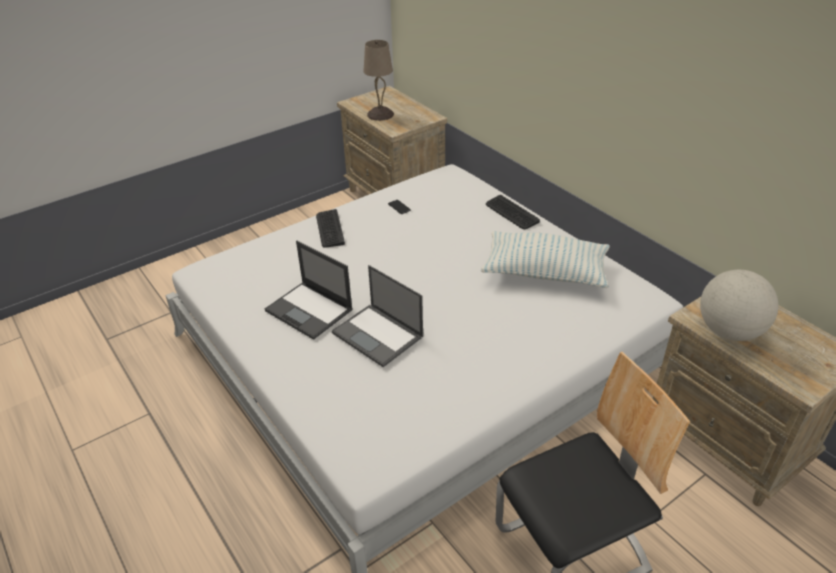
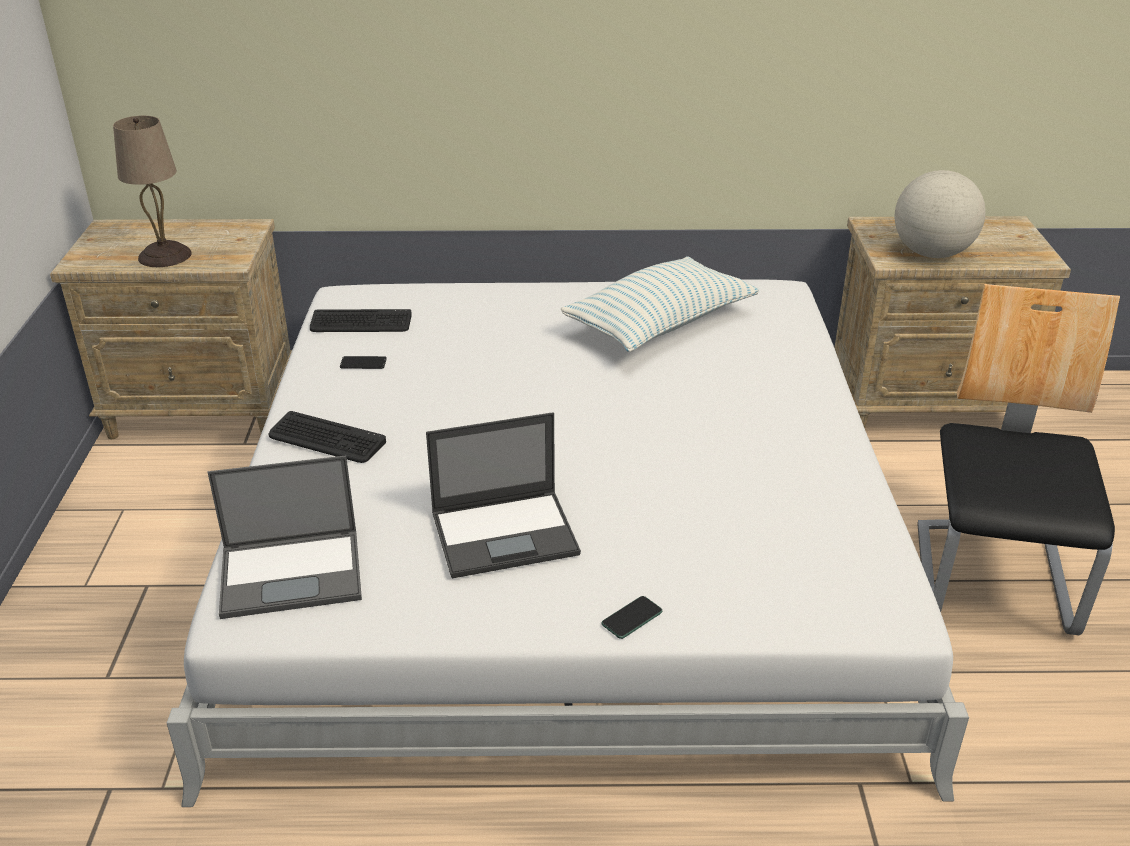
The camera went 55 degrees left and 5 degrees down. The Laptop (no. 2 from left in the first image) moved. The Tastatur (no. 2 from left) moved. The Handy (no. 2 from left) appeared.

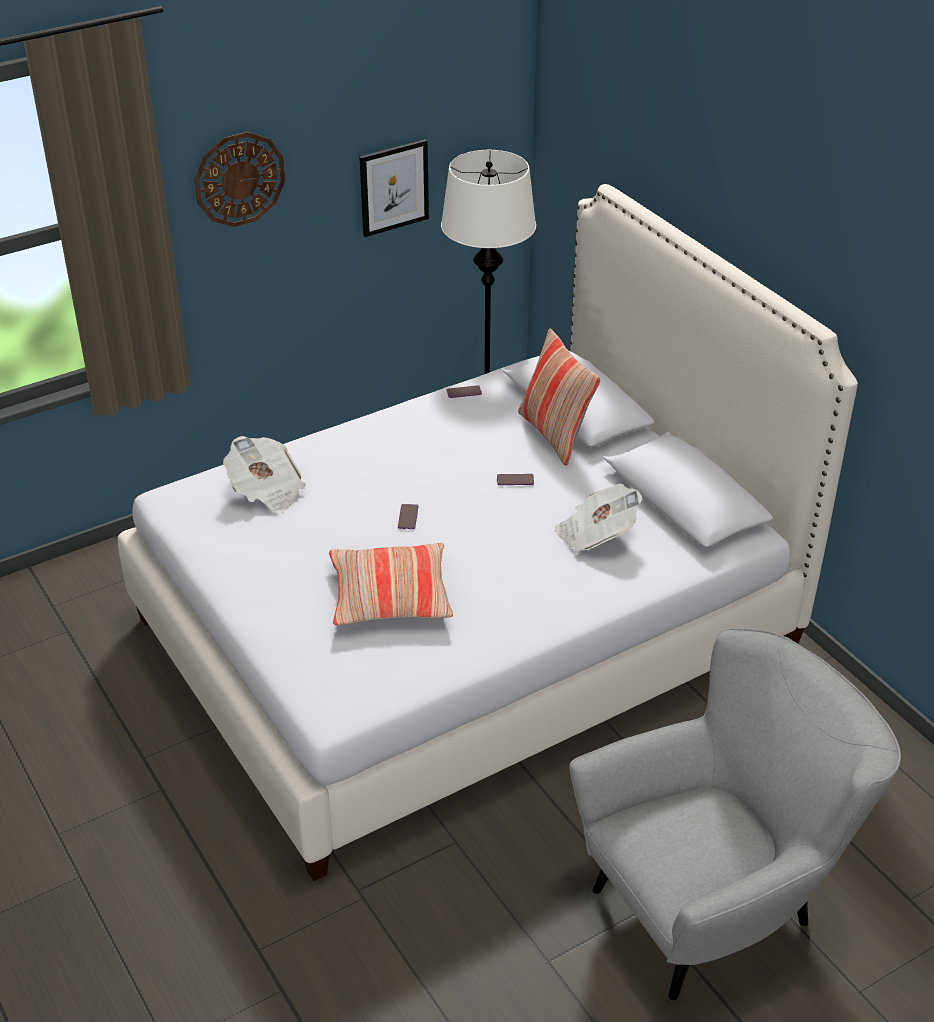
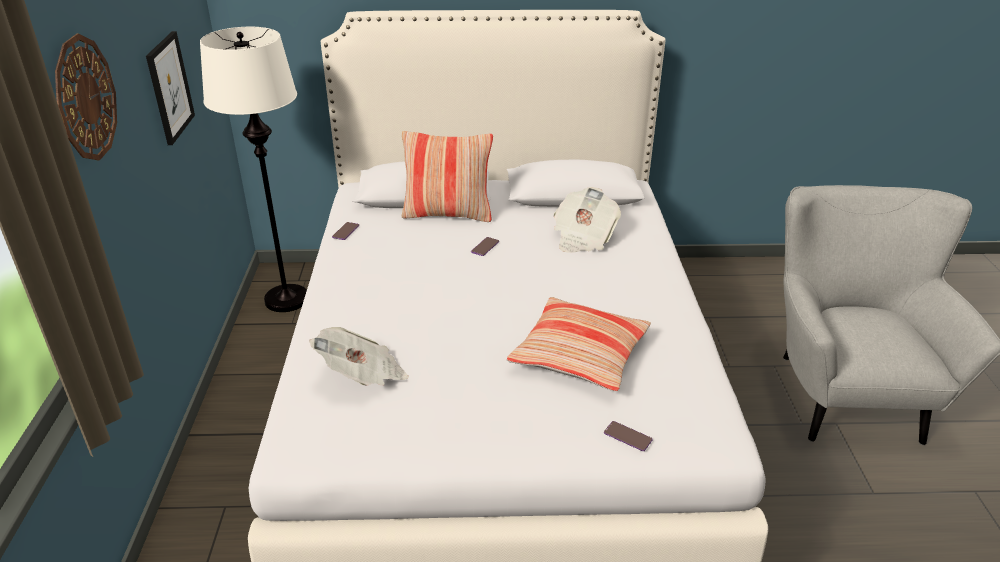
The camera went 60 degrees left and 5 degrees down. The Handy (no. 1 from left in the first image) moved.

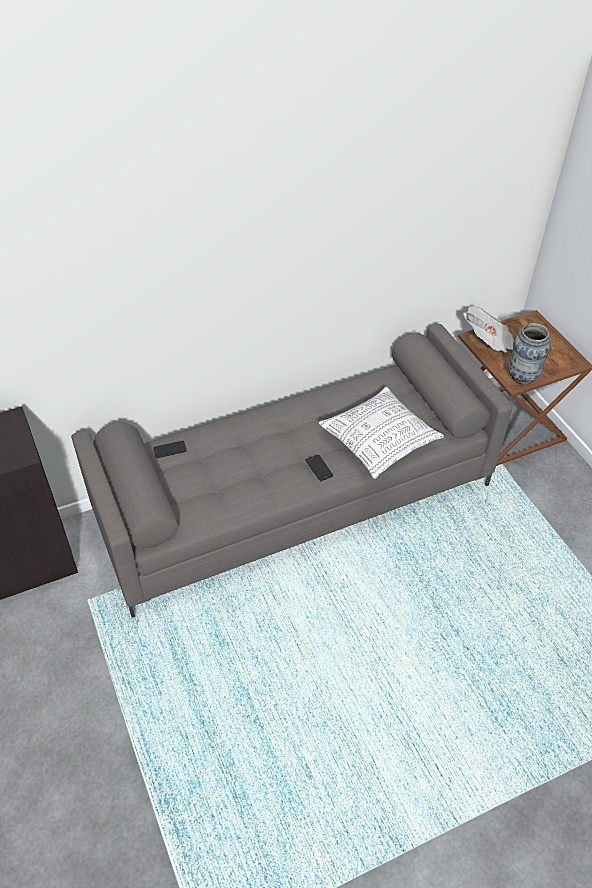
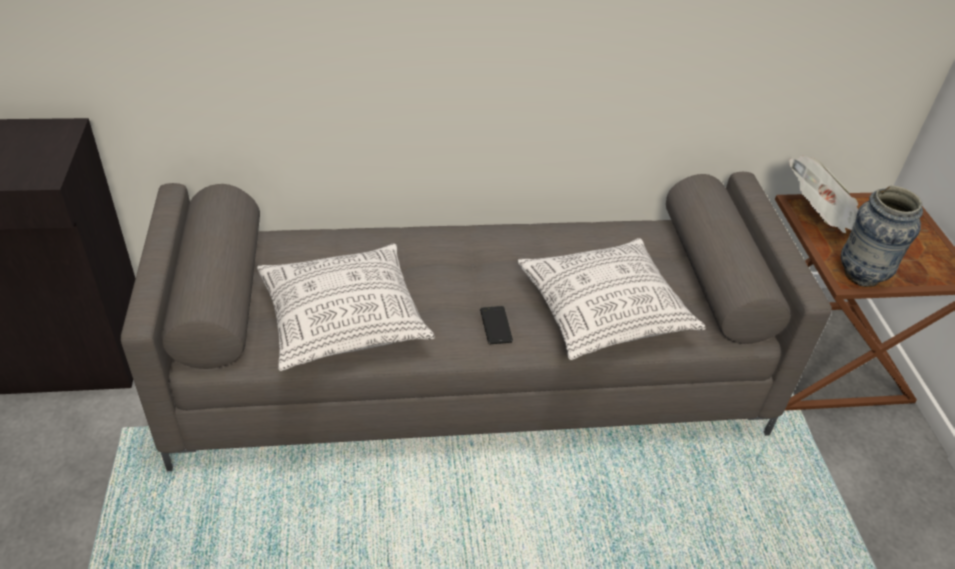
The camera went 15 degrees right and 5 degrees down. The Handy (no. 1 from left) disappeared. The Kissen (no. 1 from left) appeared.

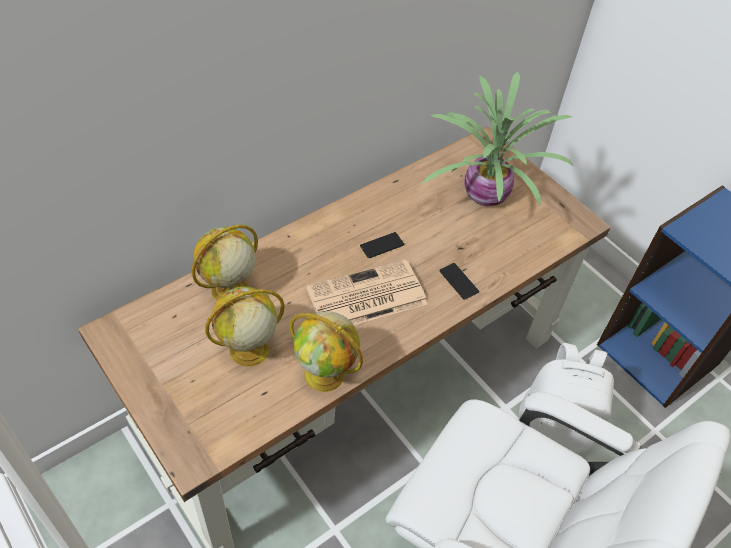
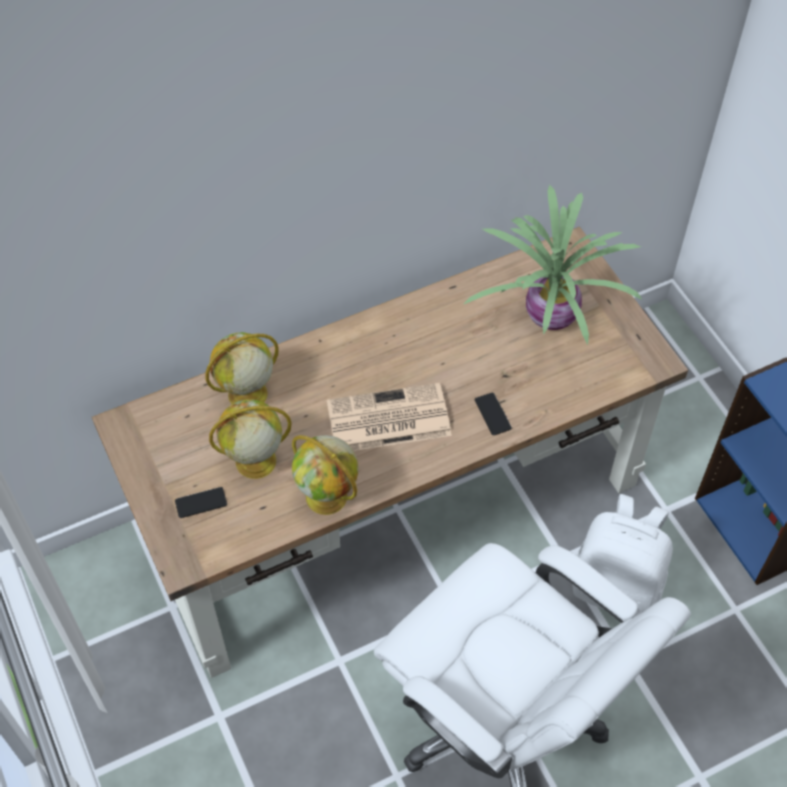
The camera went 15 degrees right and 5 degrees up. The Handy (no. 1 from left) moved.

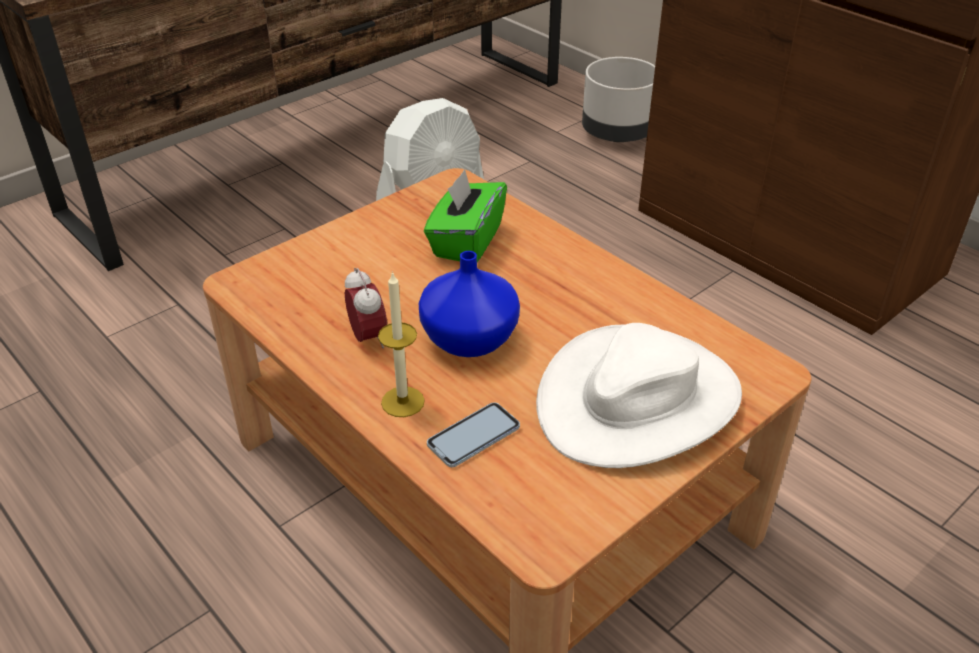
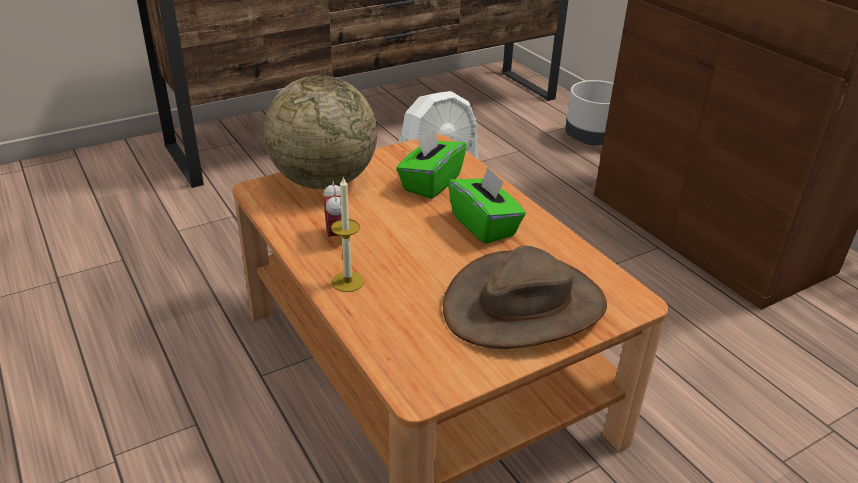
The camera went 10 degrees right and 5 degrees down. The Vase/blau disappeared. The Handy disappeared. The Hut/weiß became the Hut/braun. The Globus appeared. The Taschentuchbox/grün (no. 2 from left) appeared.

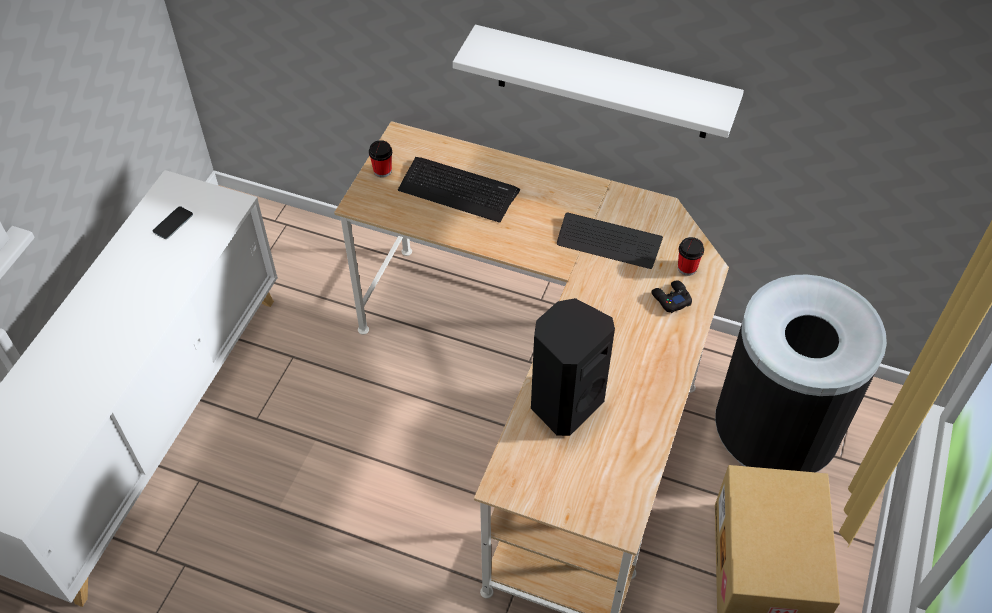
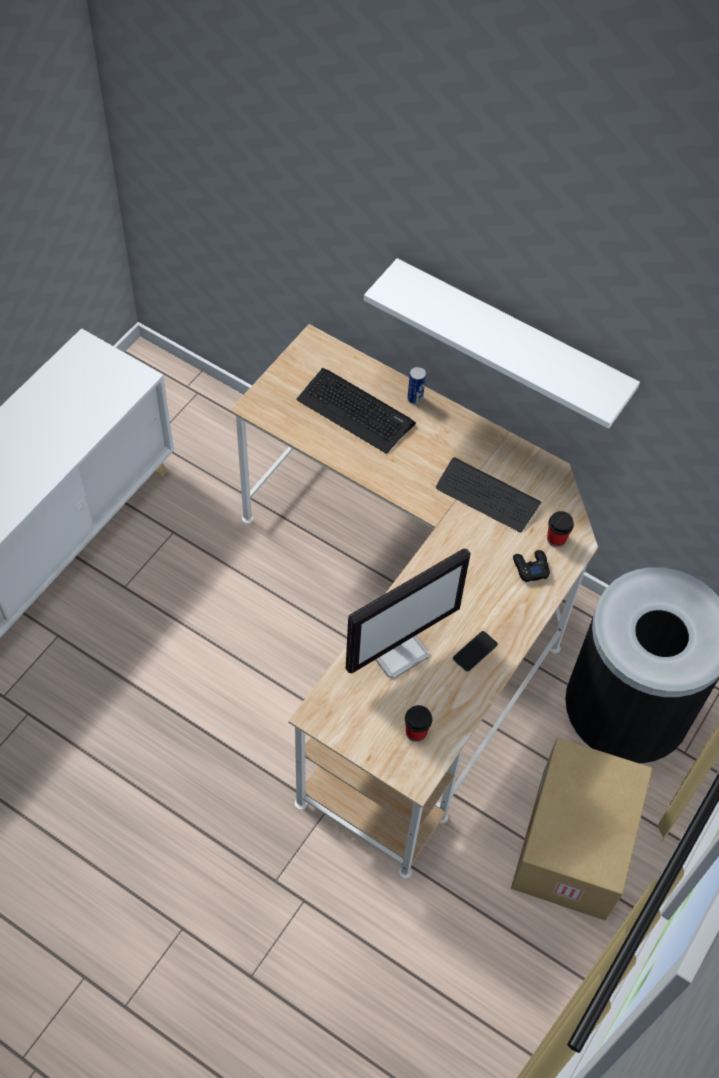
The camera went 10 degrees right and 5 degrees up. The Handy moved. The Tasse (no. 1 from left) moved. The Lautsprecher/schwarz was replaced by the Monitor. The Dose appeared.

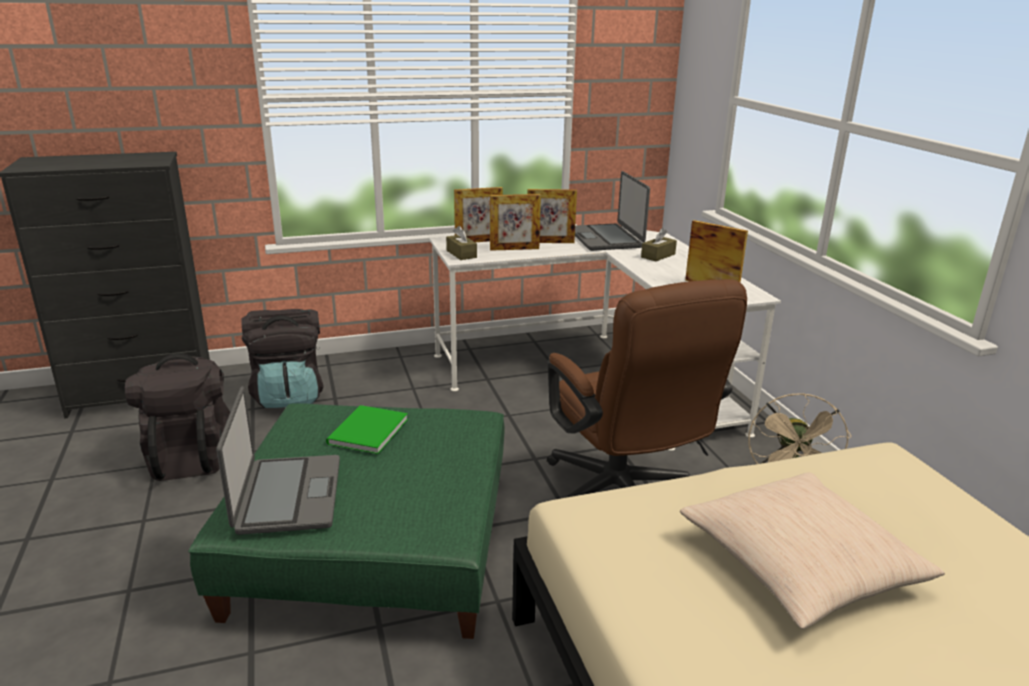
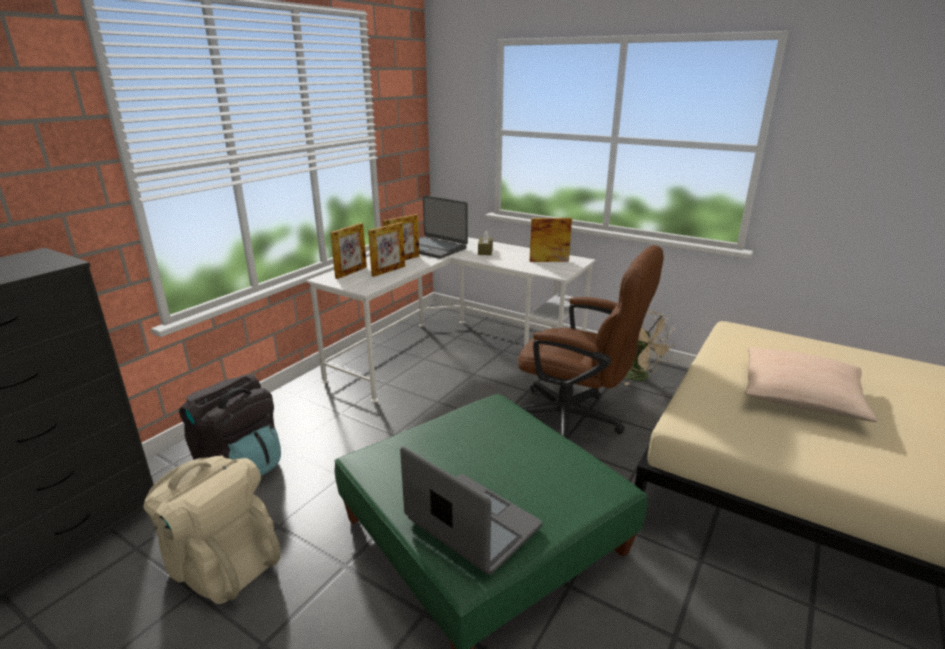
The camera went 40 degrees left and 0 degrees up. The Rucksack/schwarz (no. 1 from left) became the Rucksack/beige. The Buch/grün disappeared. The Taschentuchbox/braun (no. 1 from left) disappeared.

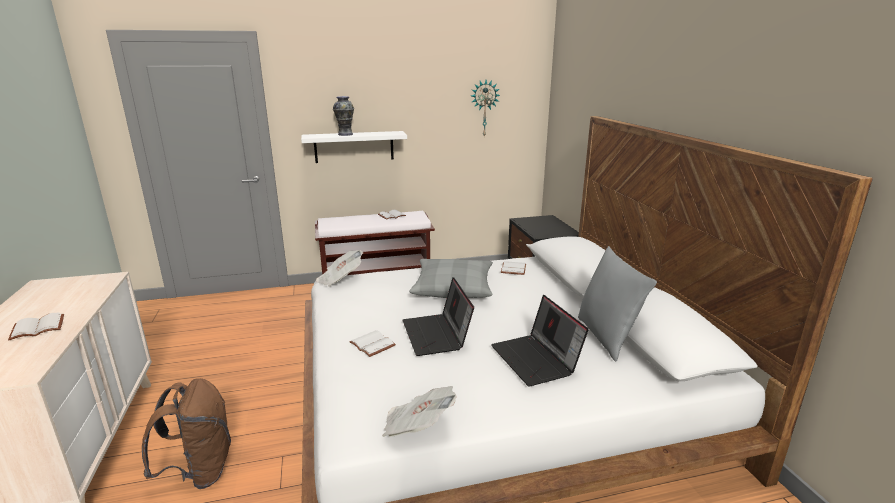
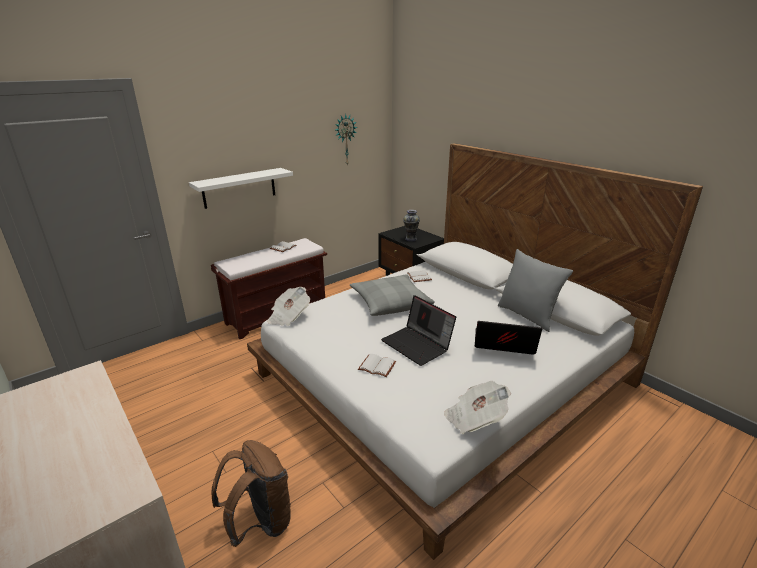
The camera went 25 degrees left and 5 degrees up. The Buch/weiß (no. 1 from left) disappeared. The Vase moved. The Laptop (no. 2 from left) turned 150 degrees clockwise.

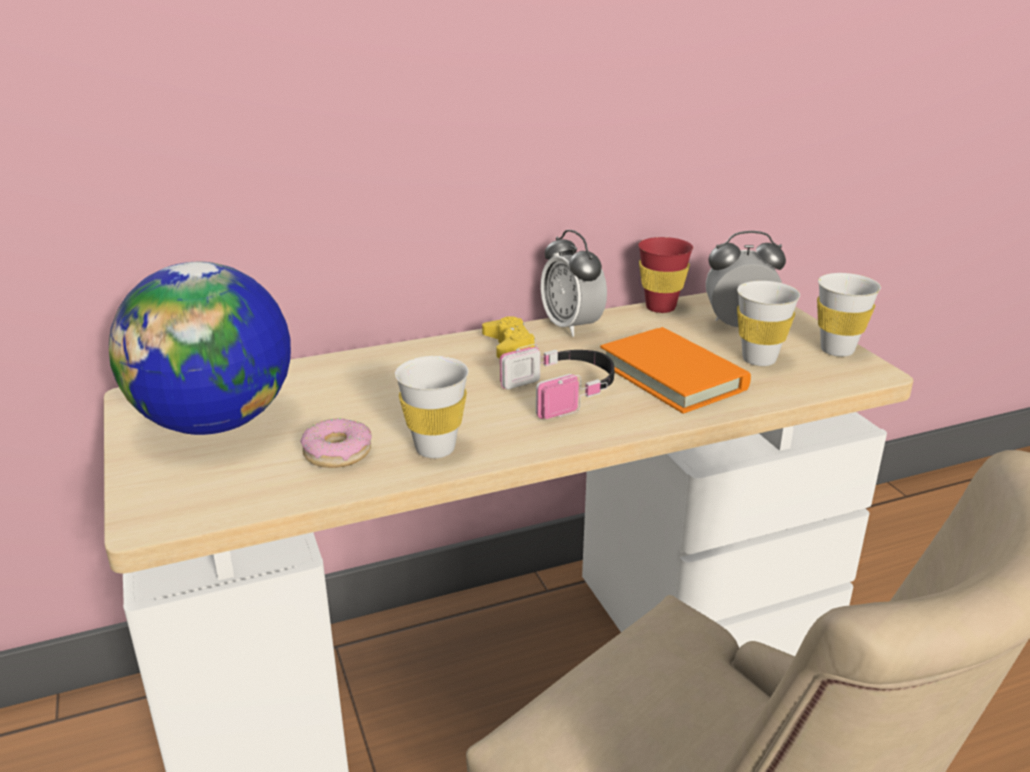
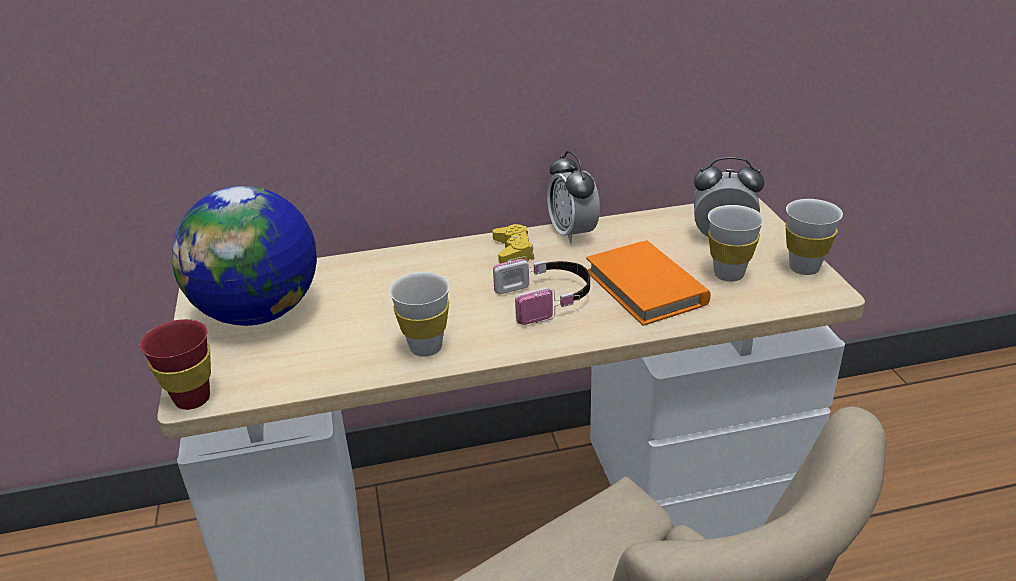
The camera went 10 degrees right and 5 degrees up. The Donut disappeared. The Tasse/rot moved.

